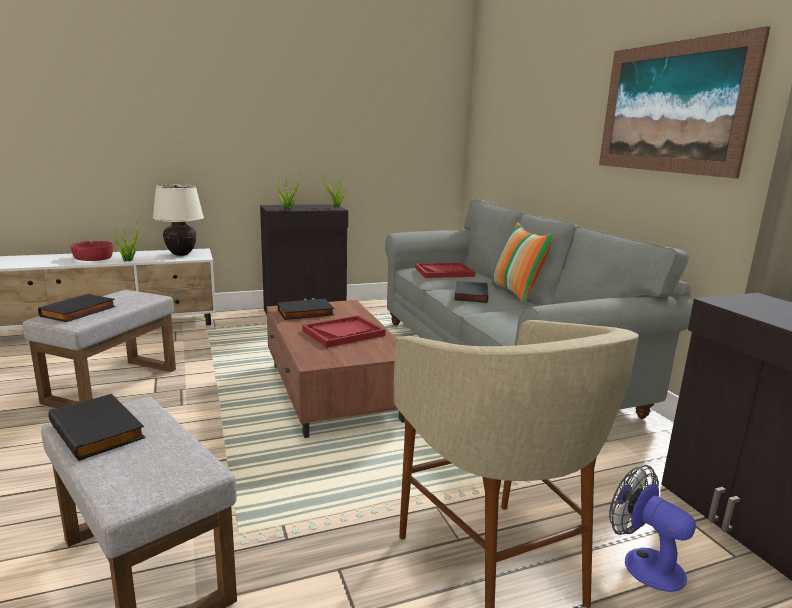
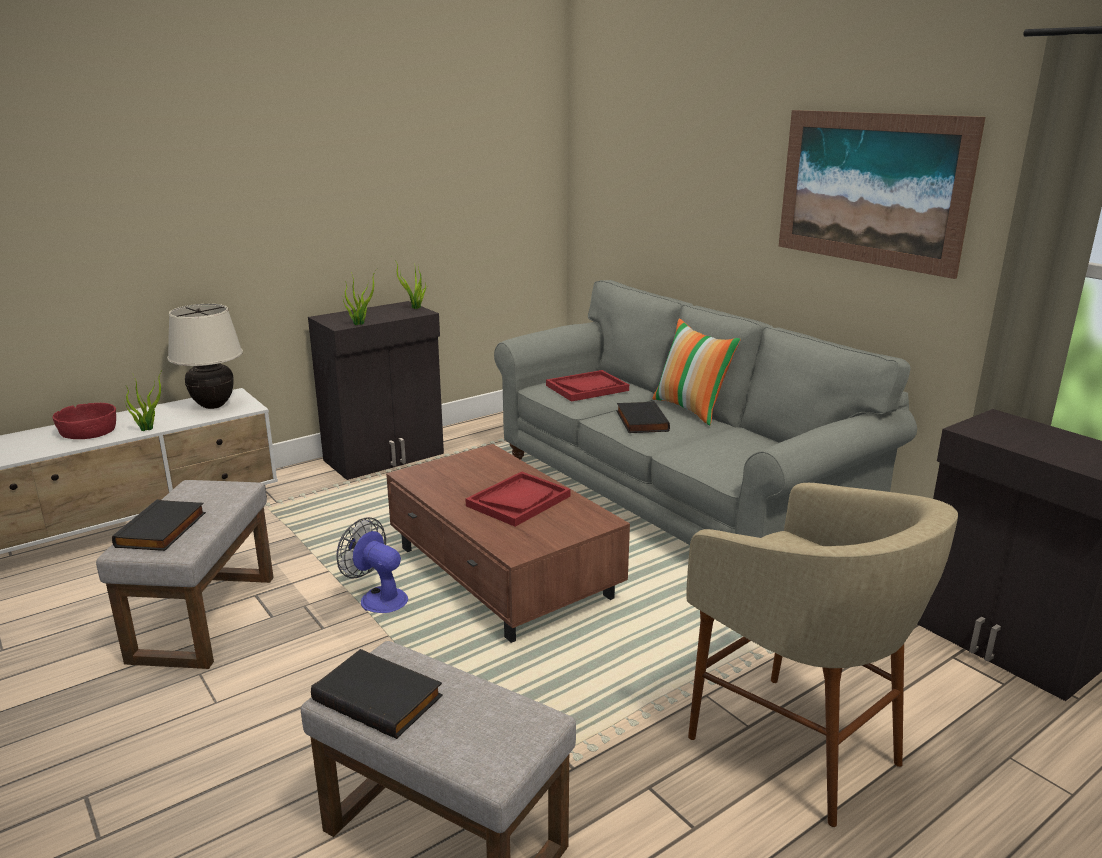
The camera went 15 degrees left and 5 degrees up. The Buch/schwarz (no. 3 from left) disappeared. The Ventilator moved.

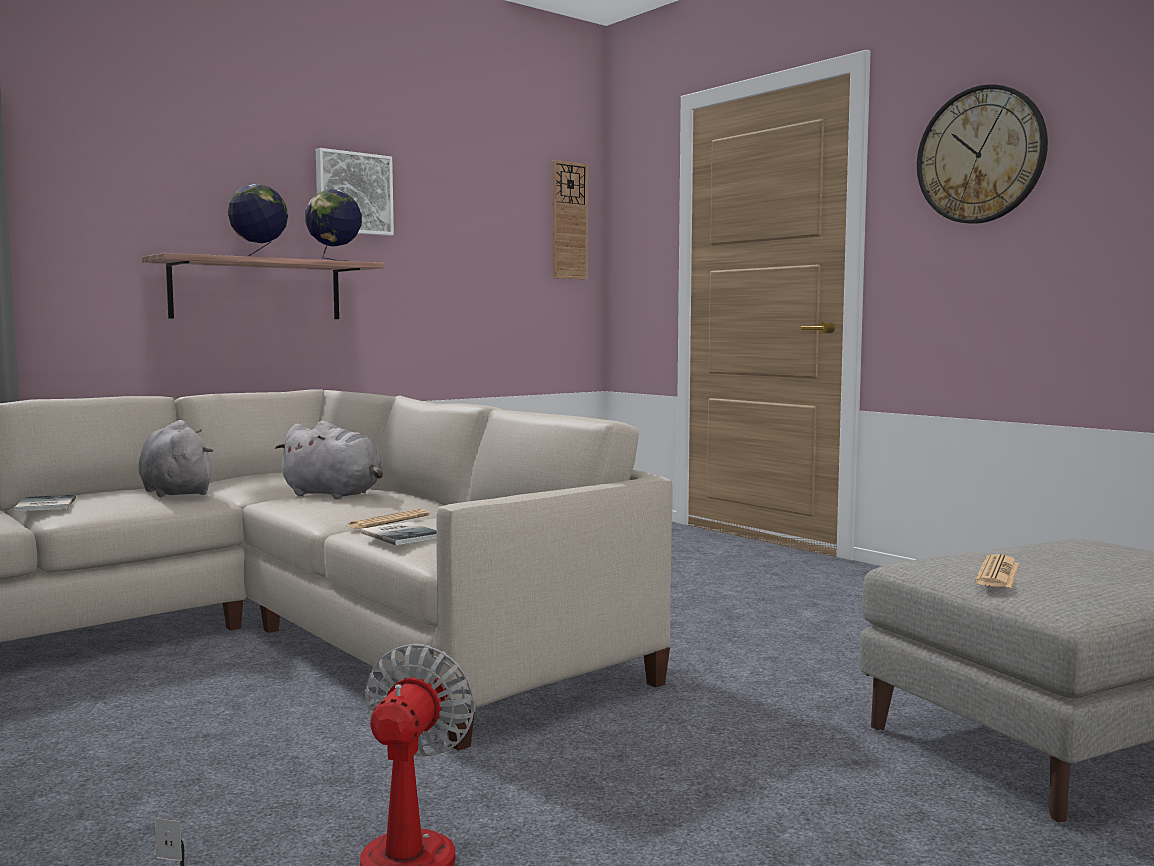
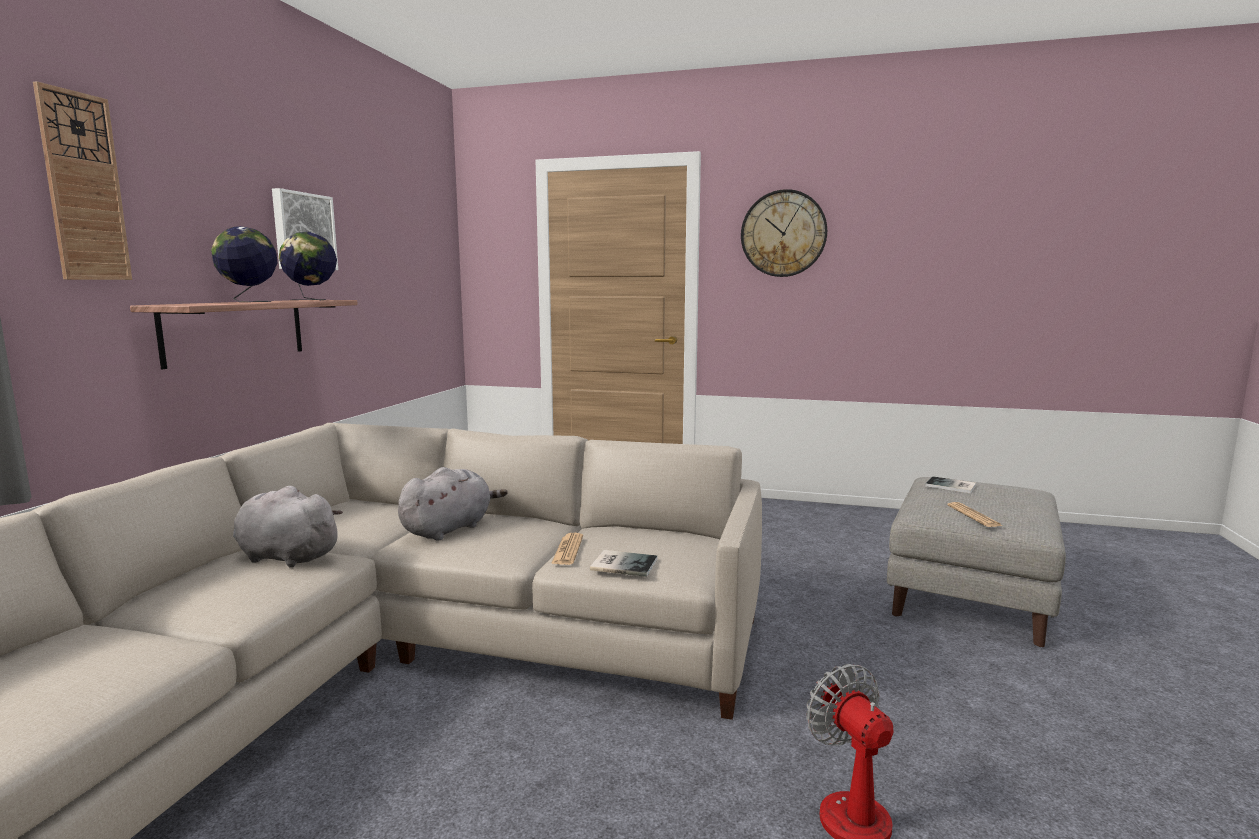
The camera went 35 degrees left and 5 degrees up. The Buch (no. 1 from left in the first image) moved. The Plüschtier/grau (no. 2 from left) turned 45 degrees counterclockwise. The Wanduhr (no. 1 from left) moved.

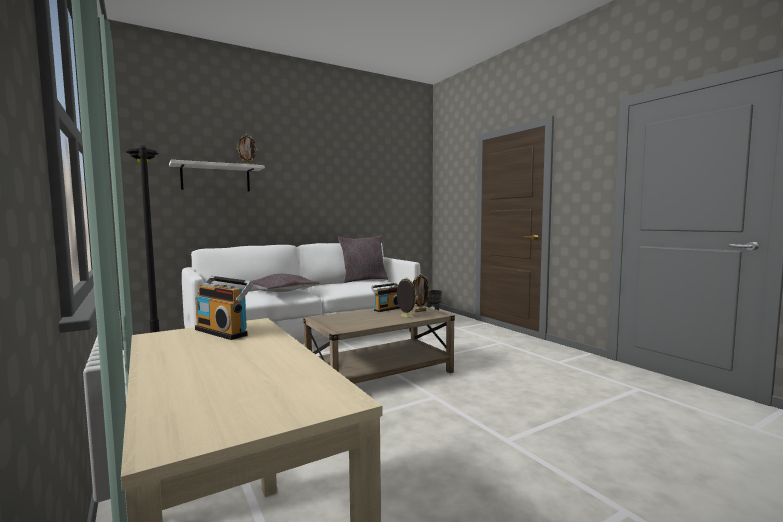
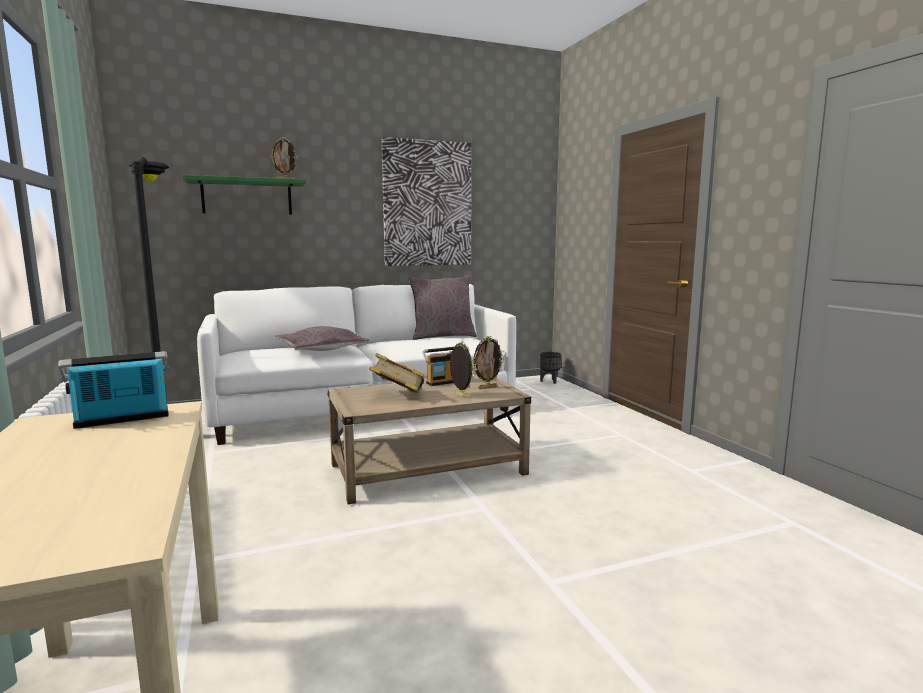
The camera went 10 degrees right and 5 degrees up. The Wandregal/weiß became the Wandregal/grün. The Radio (no. 1 from left) turned 105 degrees clockwise. The Buch appeared. The Bild appeared.

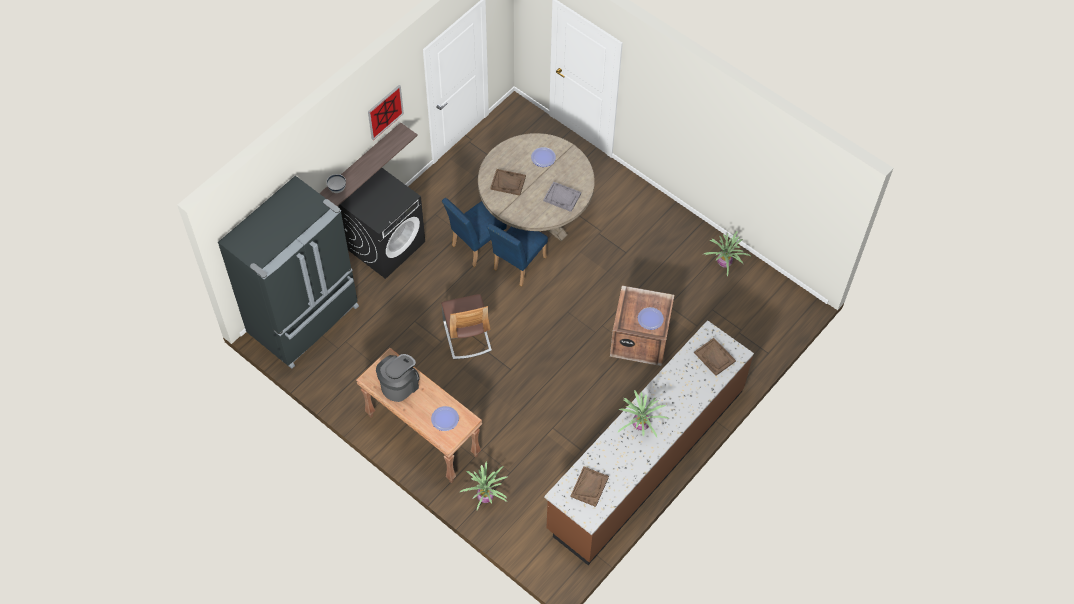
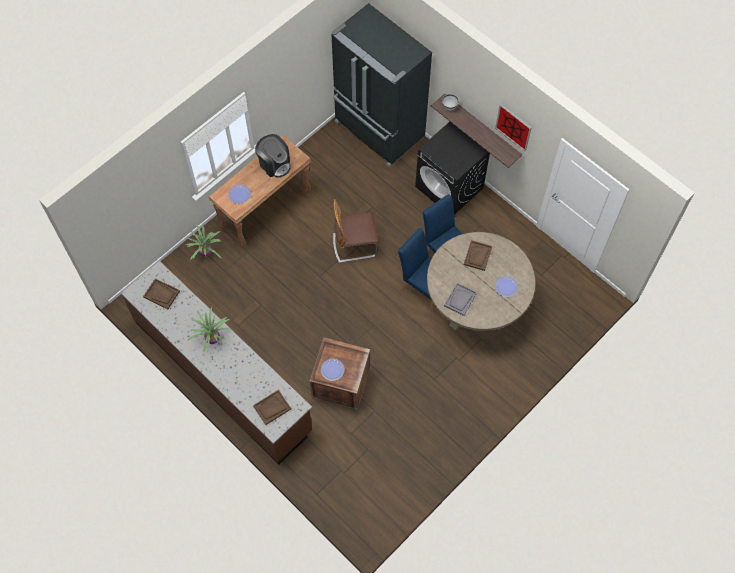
The camera went 95 degrees right and 5 degrees up. The Topfpflanze (no. 3 from left) disappeared.

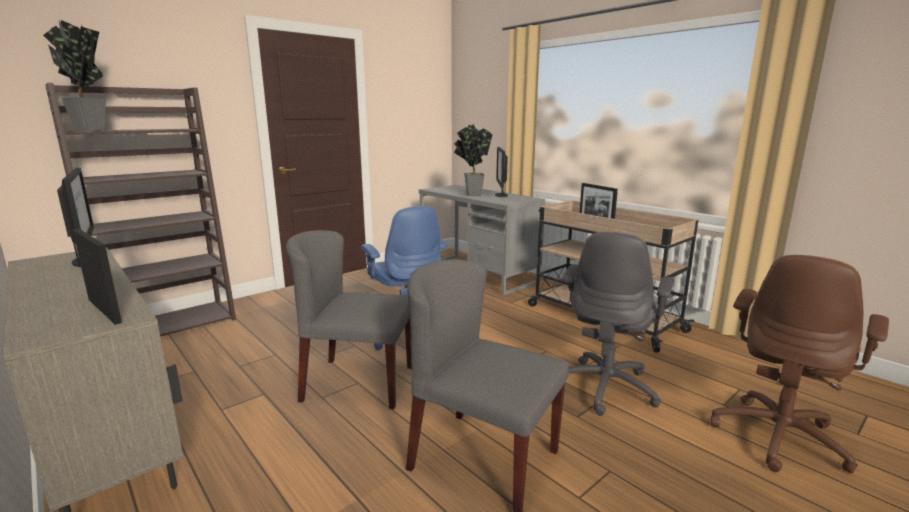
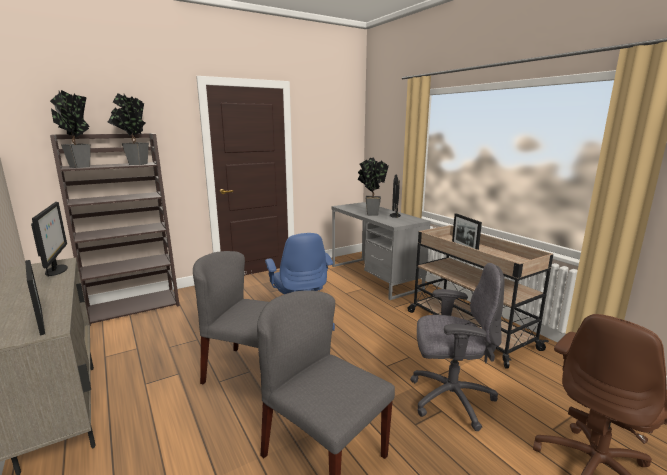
The camera went 10 degrees right and 0 degrees up. The Bürostuhl/grau turned 120 degrees counterclockwise. The Topfpflanze (no. 2 from left) appeared.

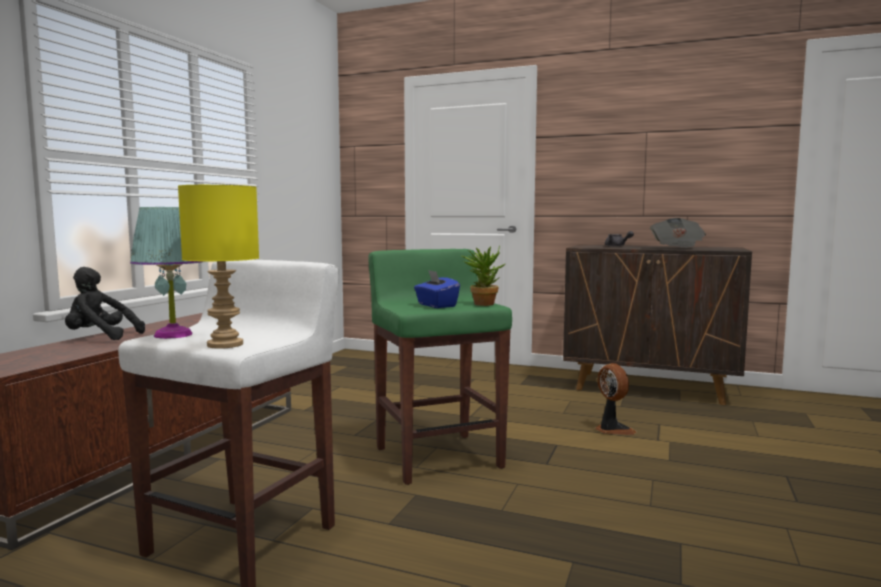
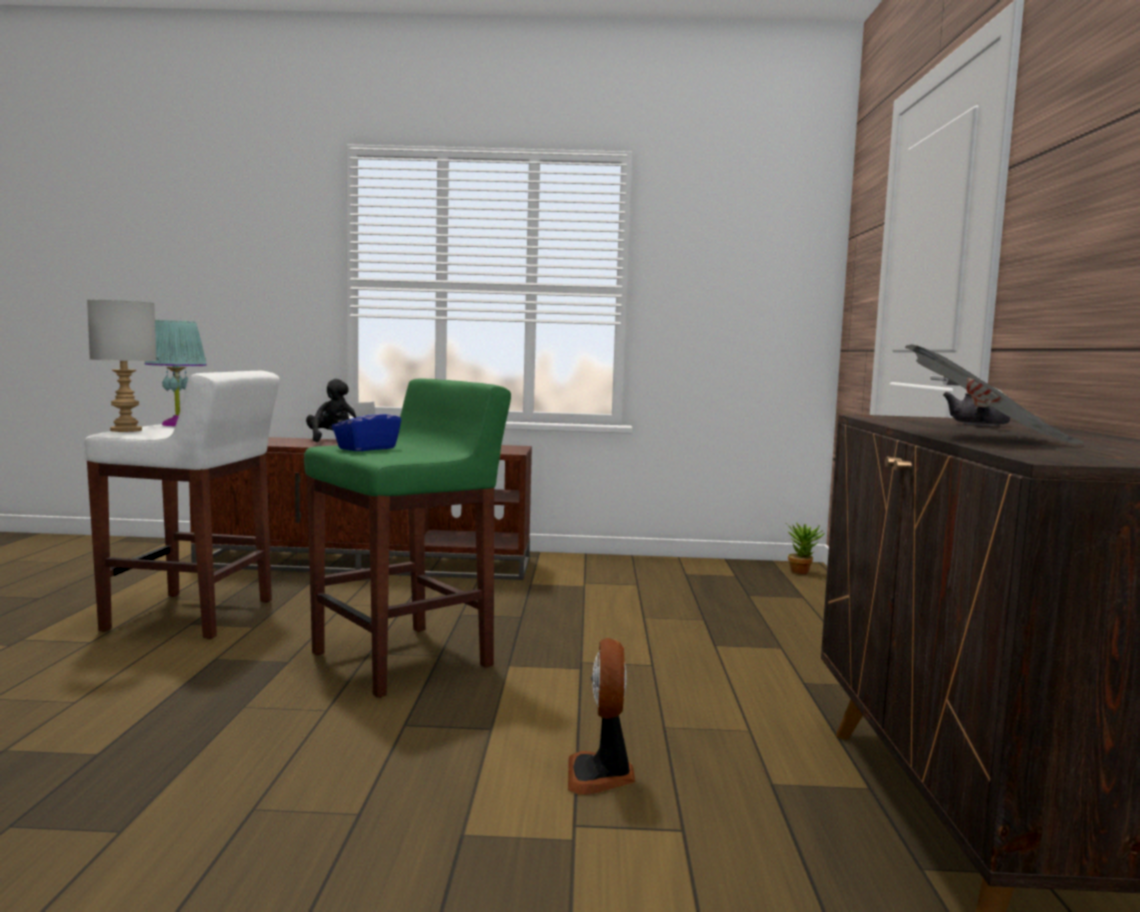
The camera went 70 degrees right and 0 degrees up. The Tischlampe/gelb became the Tischlampe/grau. The Topfpflanze moved. The Ventilator turned 135 degrees clockwise.

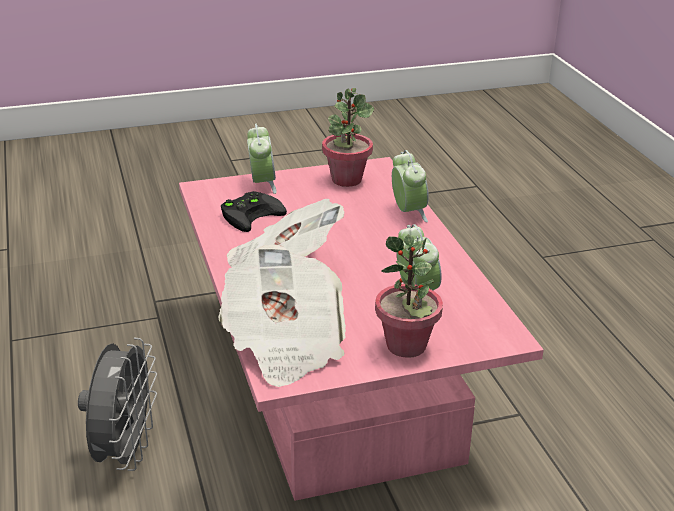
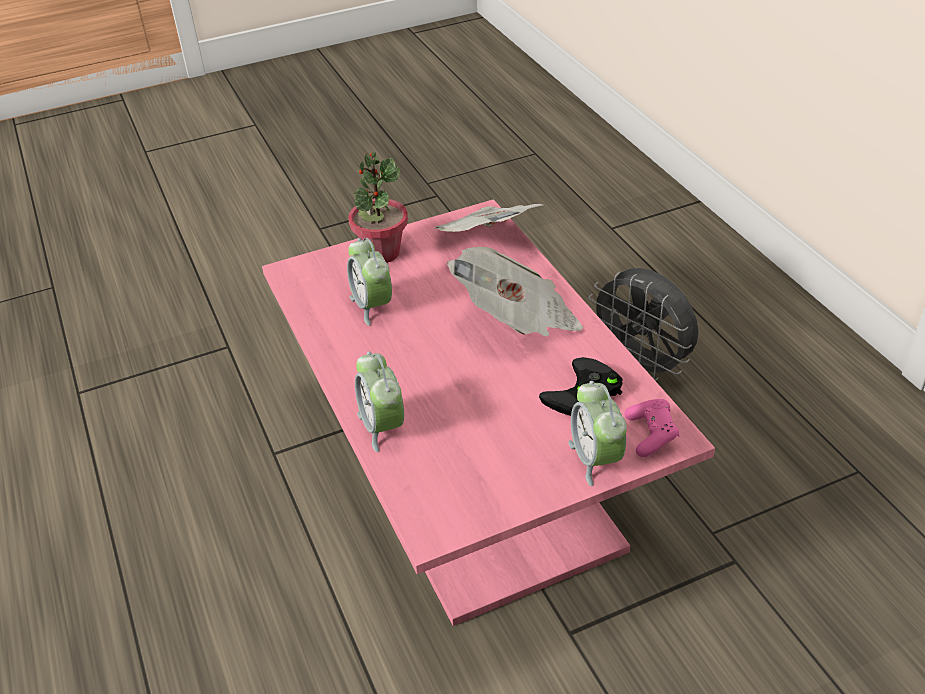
The camera went 175 degrees right and 10 degrees up. The Ventilator/grau turned 45 degrees counterclockwise. The Topfpflanze (no. 1 from left) disappeared. The Gamepad/rosa appeared.

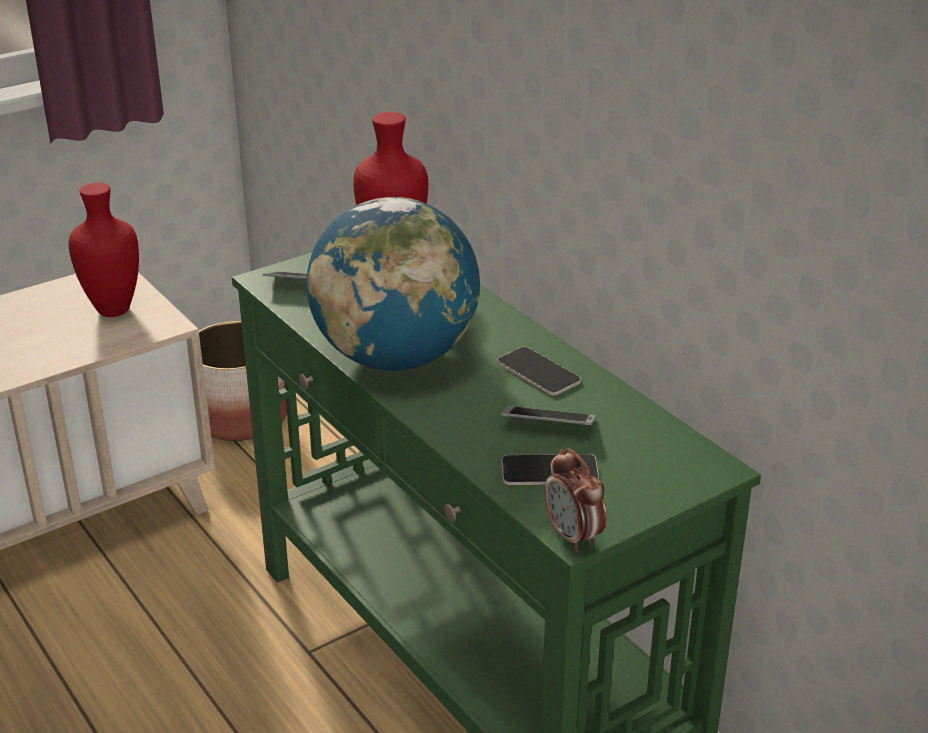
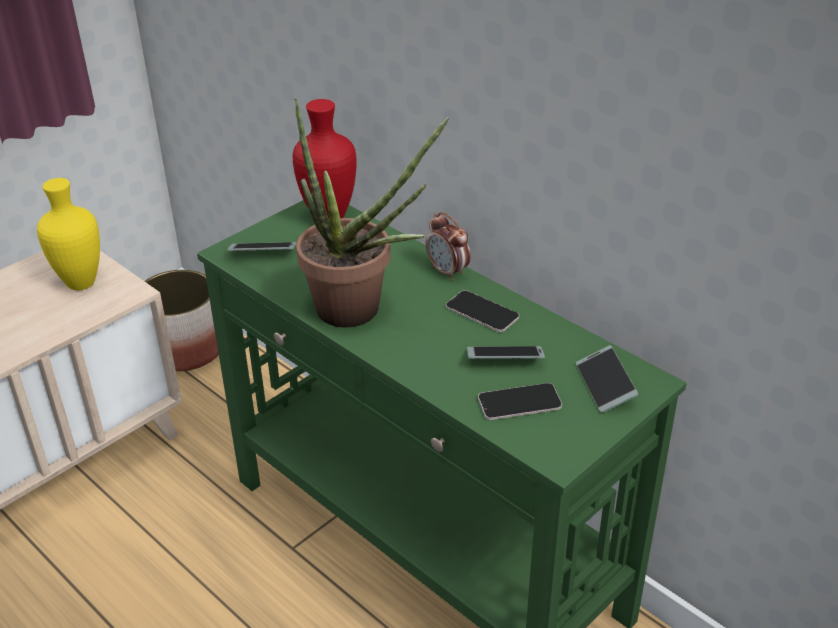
The camera went 10 degrees left and 5 degrees up. The Vase/rot (no. 1 from left) became the Vase/gelb. The Globus was replaced by the Topfpflanze. The Wecker moved. The Handy (no. 5 from left) appeared.

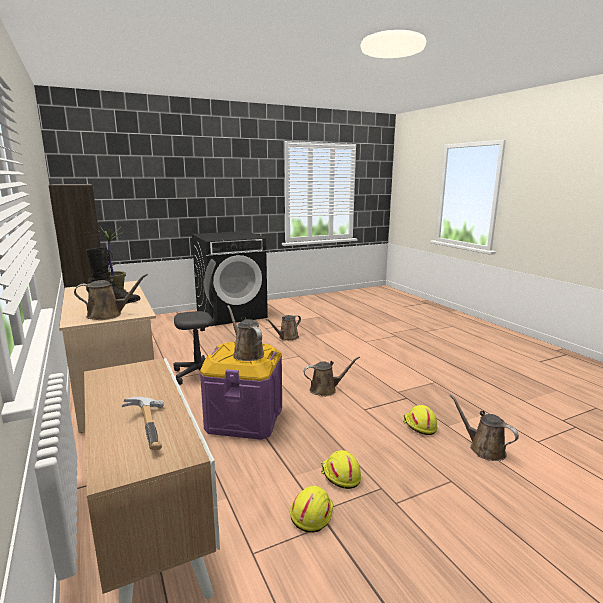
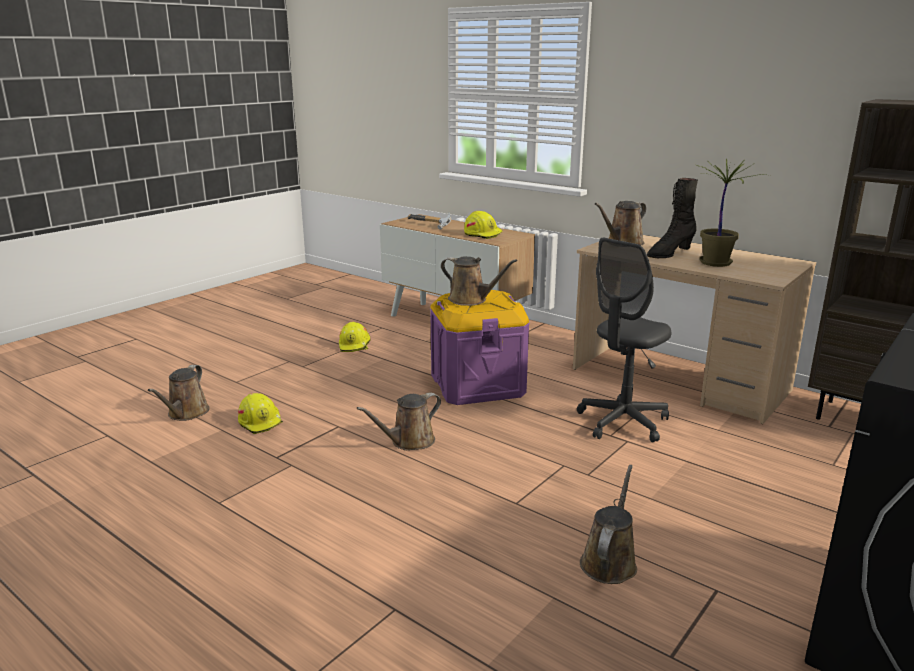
The camera went 155 degrees right and 5 degrees up. The Schutzhelm/gelb (no. 2 from left in the first image) moved. The Gießkanne/braun (no. 5 from left in the first image) turned 75 degrees clockwise.

